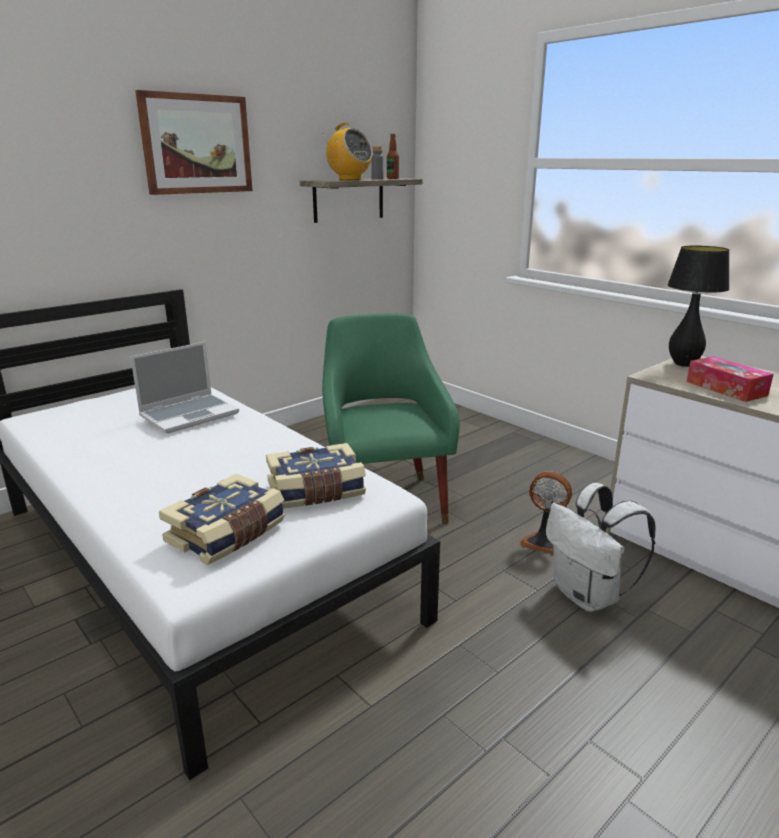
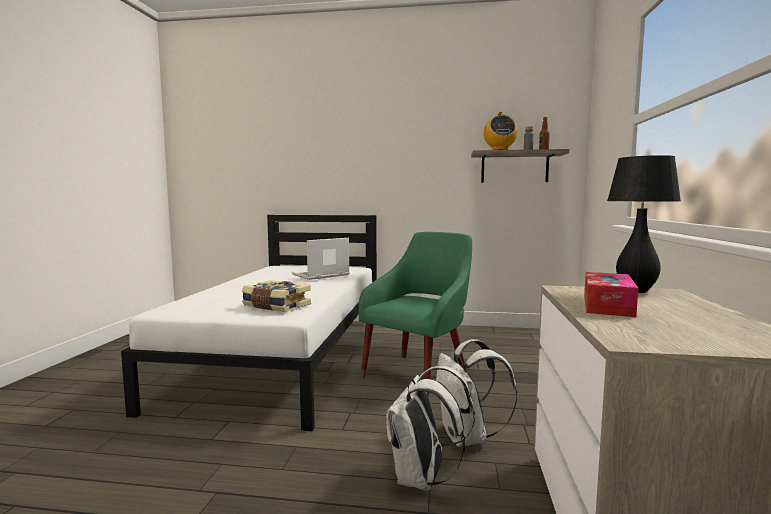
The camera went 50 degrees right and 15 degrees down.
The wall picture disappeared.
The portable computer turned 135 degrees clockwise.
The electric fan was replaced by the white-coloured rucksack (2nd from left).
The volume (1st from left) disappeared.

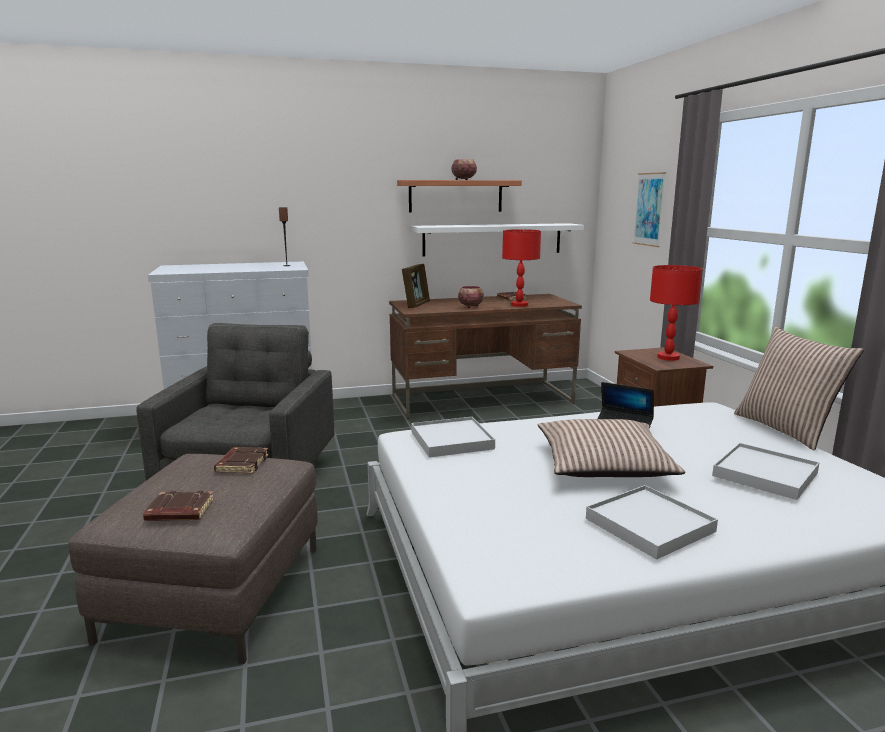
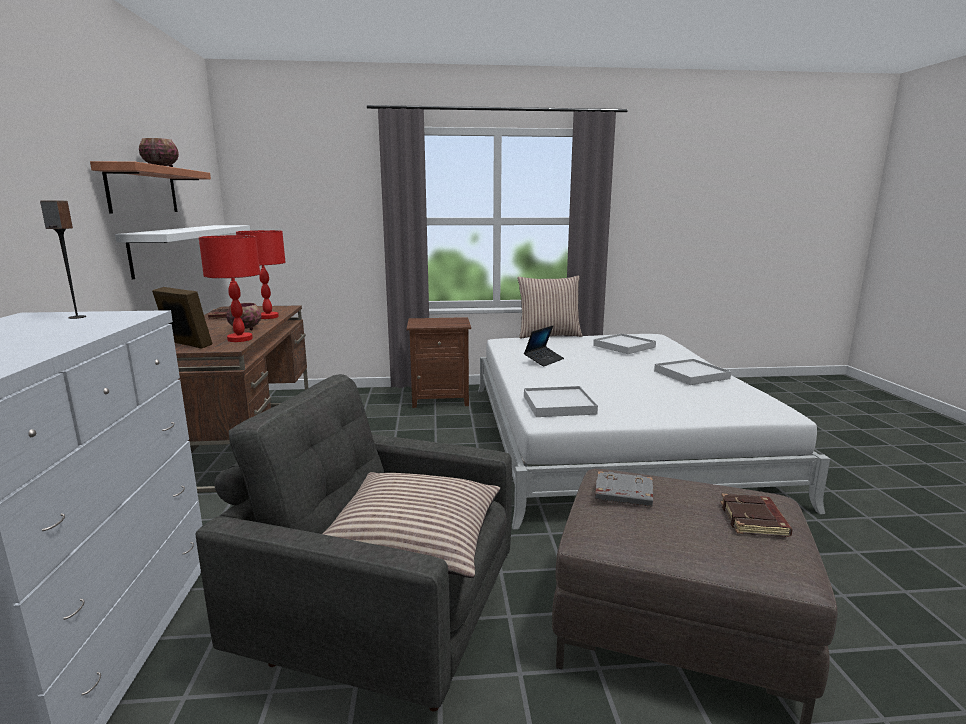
The camera went 80 degrees left and 0 degrees up.
The wall picture disappeared.
The red table lamp (2nd from left in the first image) moved.
The pillow (1st from left) moved.
The brown-coloured volume (2nd from left) became the gray volume.

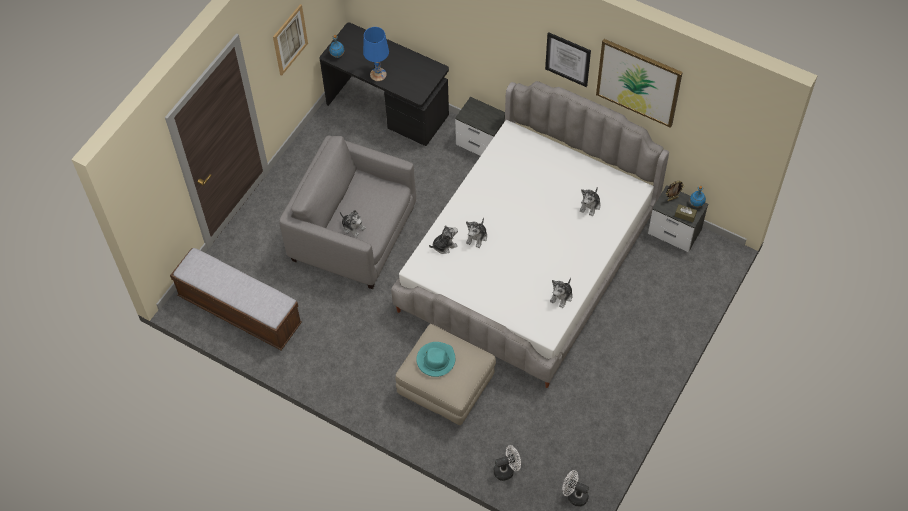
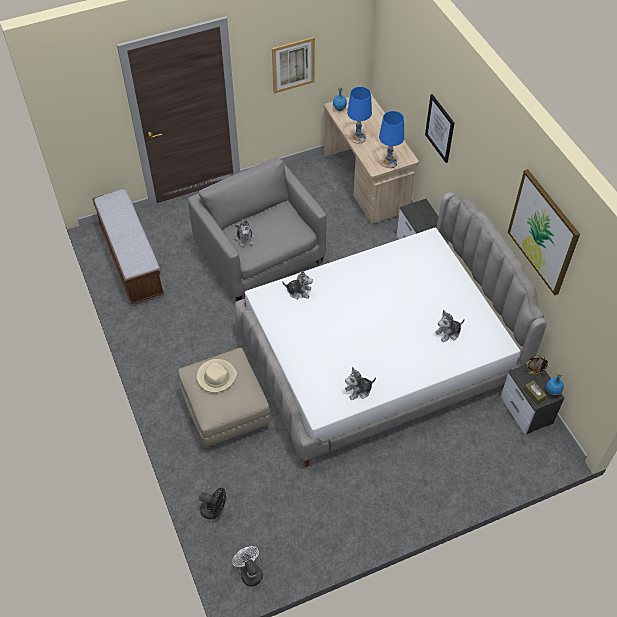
The camera went 35 degrees right and 5 degrees down.
The black-coloured desk unit became the beige desk unit.
The wall picture (2nd from left) moved.
The soft toy (3rd from left) disappeared.
The blue-green clothing hat became the beige clothing hat.
The white-coloured electric fan (1st from left) became the black-coloured electric fan.
The blue-coloured table lamp (2nd from left) appeared.

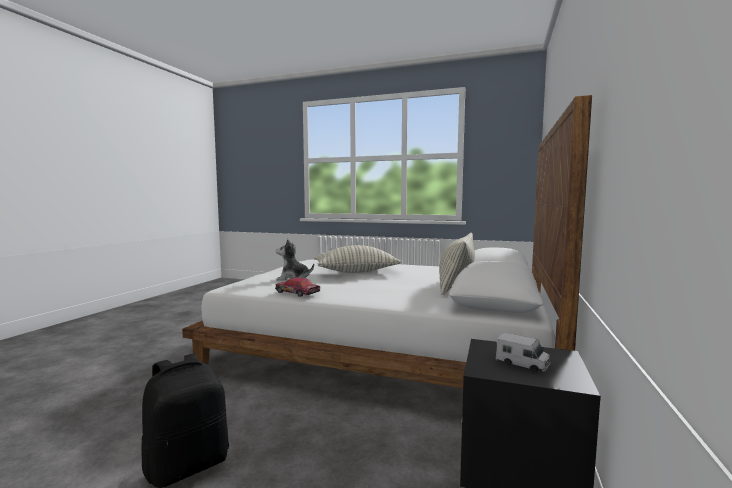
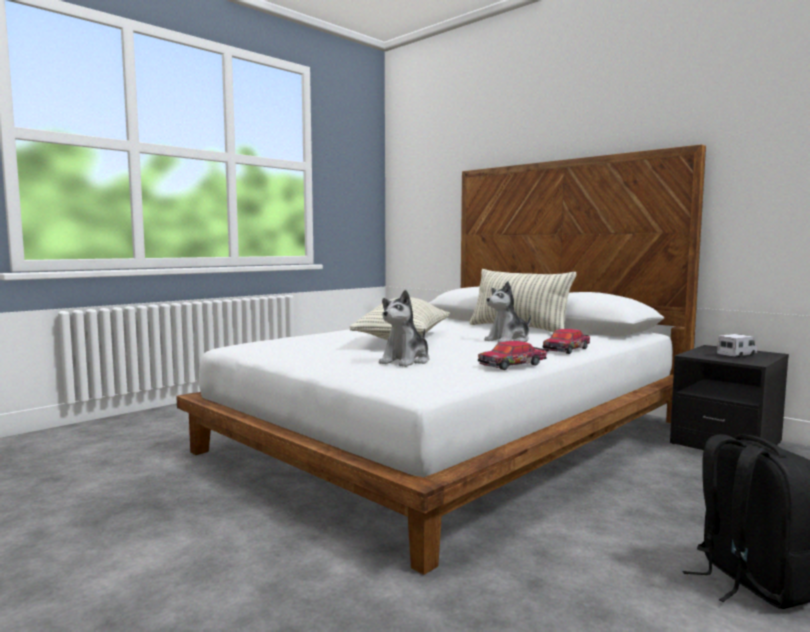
The camera went 65 degrees left and 0 degrees up.
The soft toy (2nd from left) appeared.
The toy car (2nd from left) appeared.

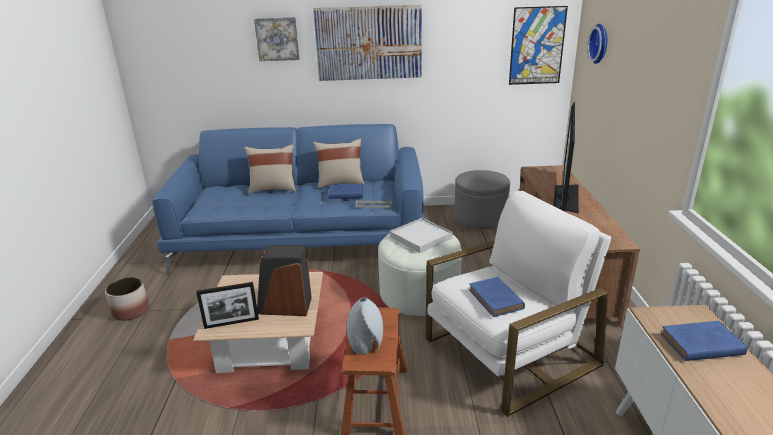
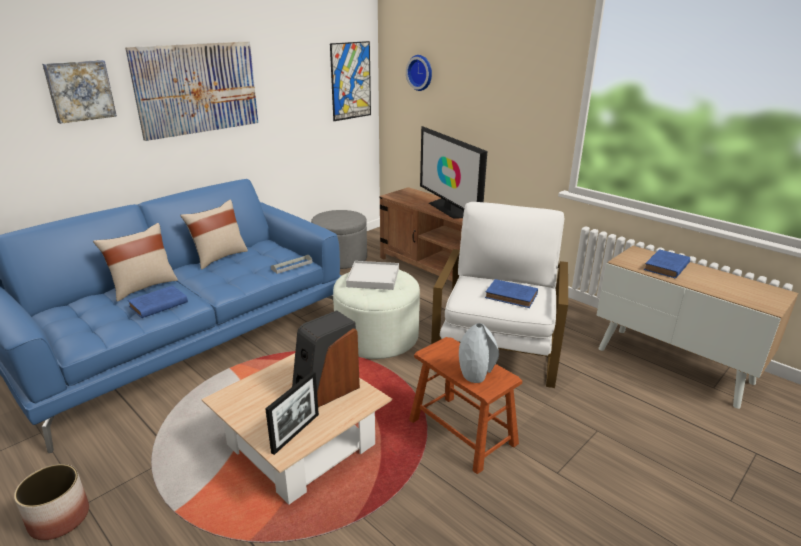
The camera went 45 degrees left and 0 degrees up.
The blue-coloured volume (1st from left) moved.

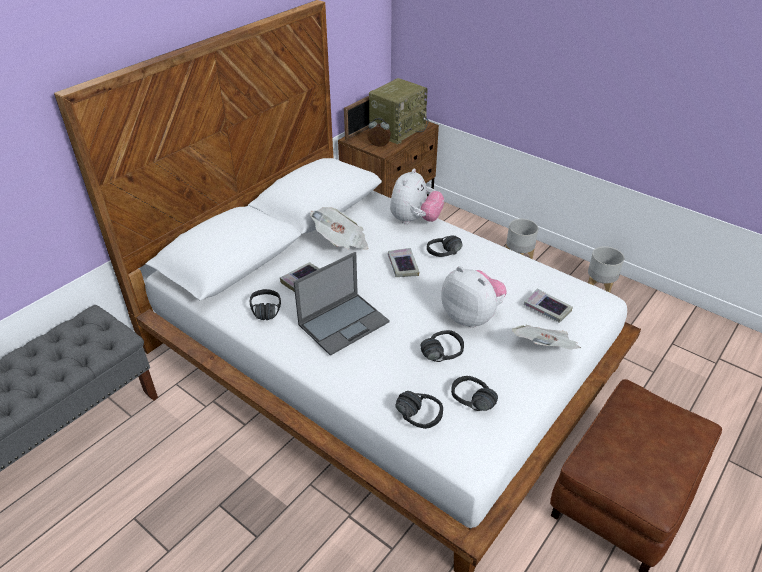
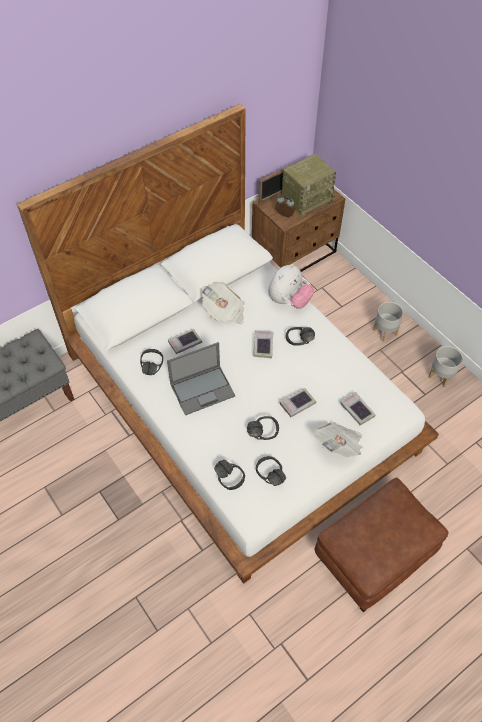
The camera went 15 degrees right and 15 degrees up.
The soft toy (2nd from left) was replaced by the volume (3rd from left).

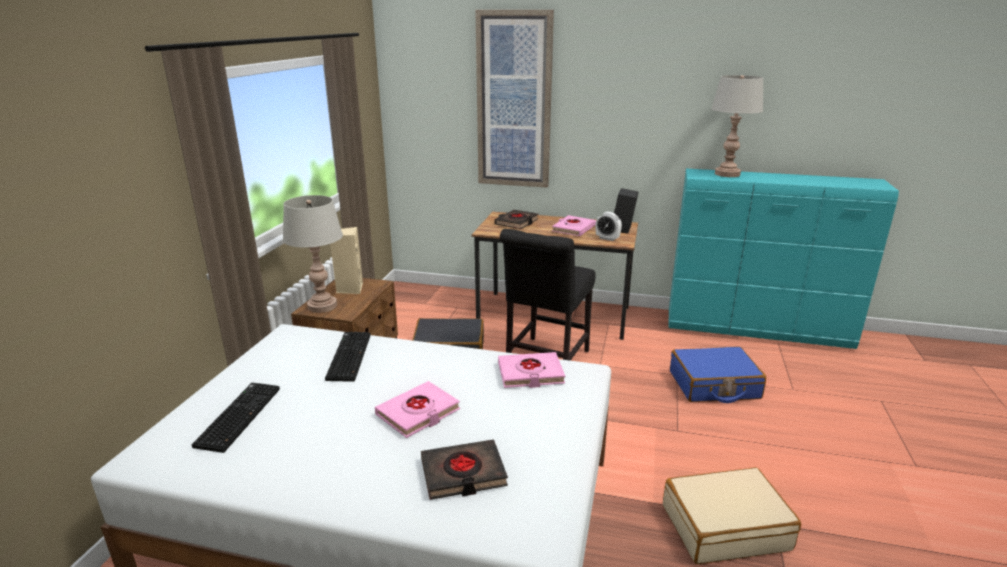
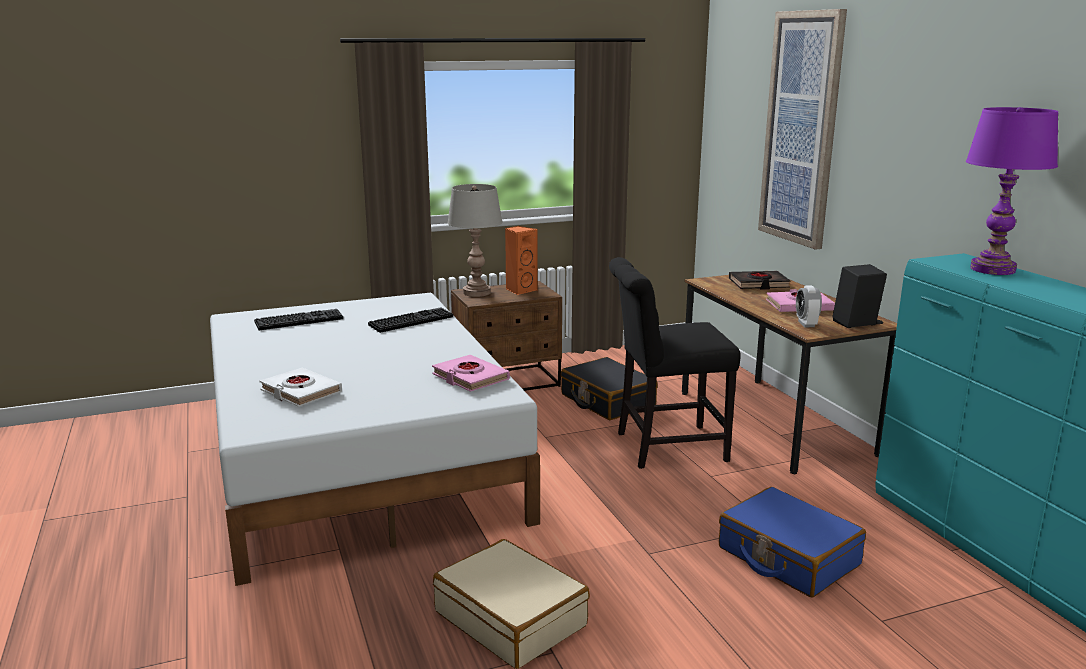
The camera went 55 degrees right and 5 degrees down.
The gray table lamp (2nd from left) became the purplish table lamp.
The beige loudspeaker became the orange loudspeaker.
The pink-coloured volume (1st from left) disappeared.
The black-coloured volume (1st from left) became the white-coloured volume.

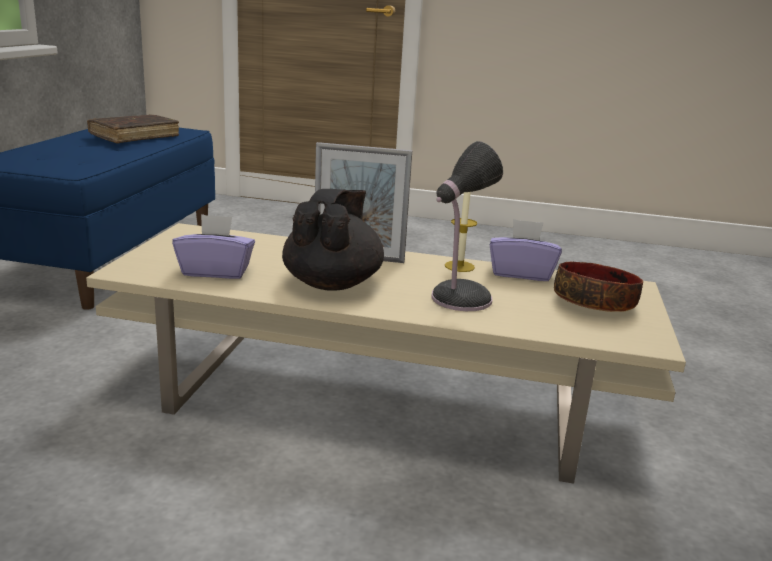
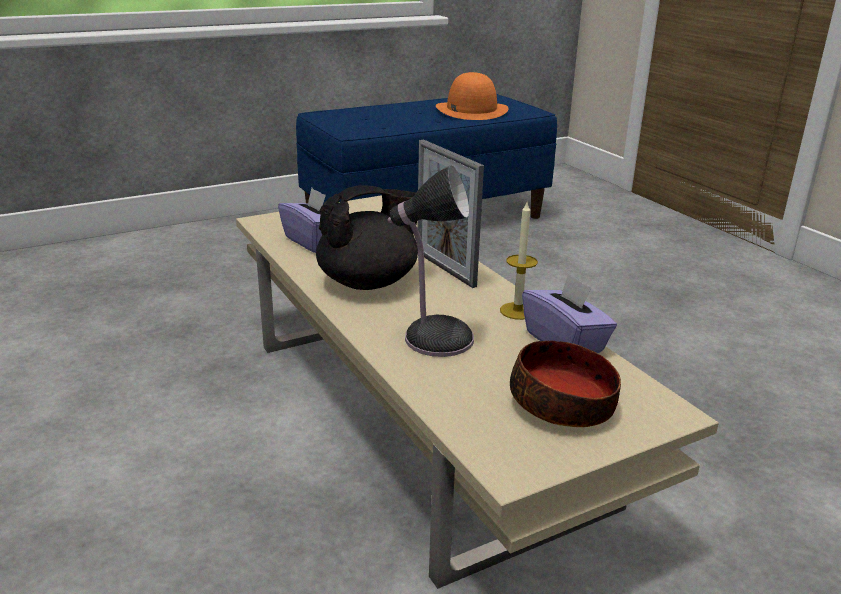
The camera went 50 degrees right and 5 degrees up.
The brown-coloured volume was replaced by the orange clothing hat.

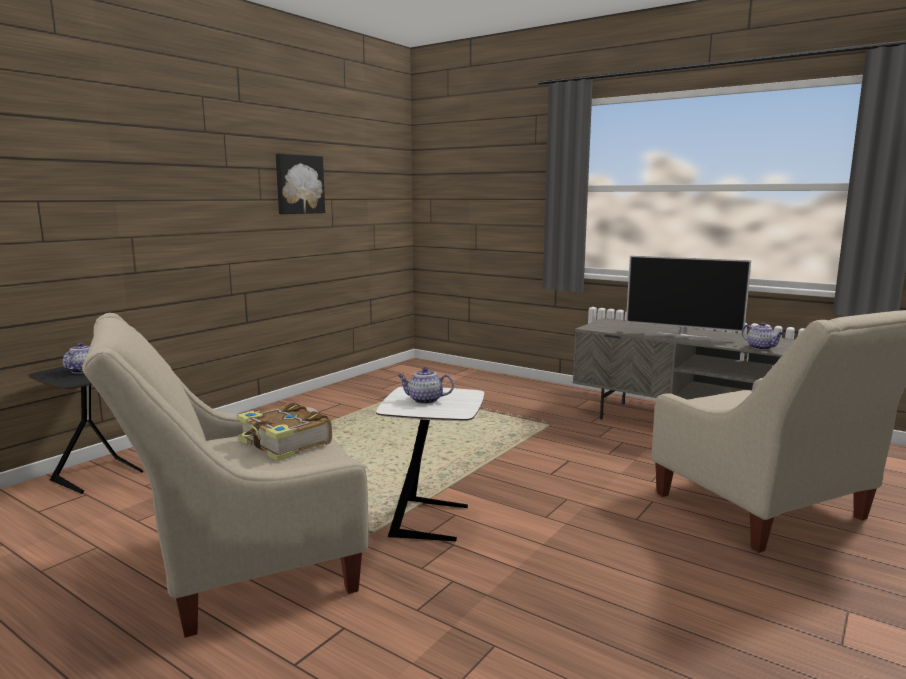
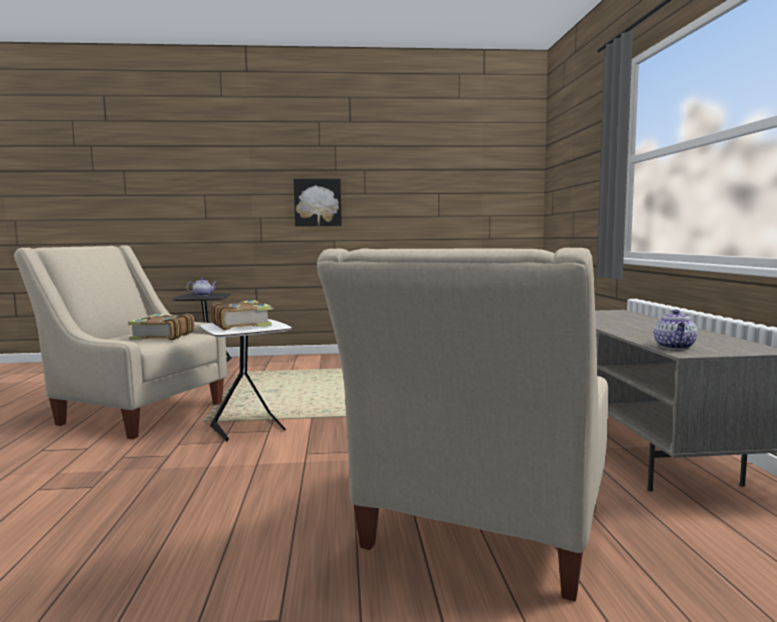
The camera went 50 degrees right and 5 degrees down.
The wall picture moved.
The TV disappeared.
The pot for tea (2nd from left) was replaced by the volume (2nd from left).

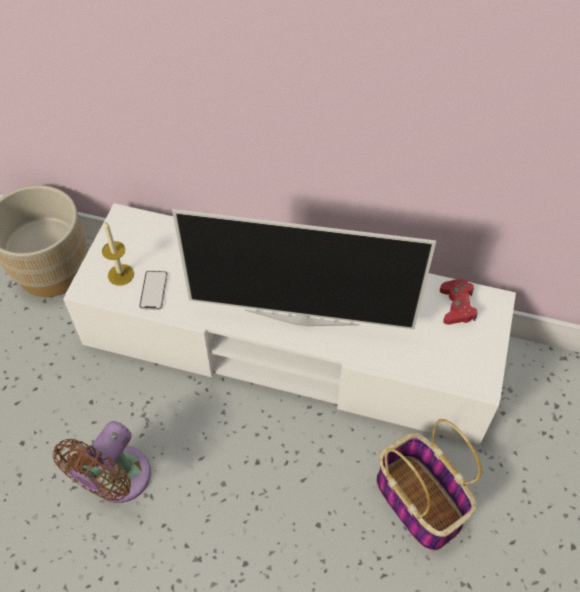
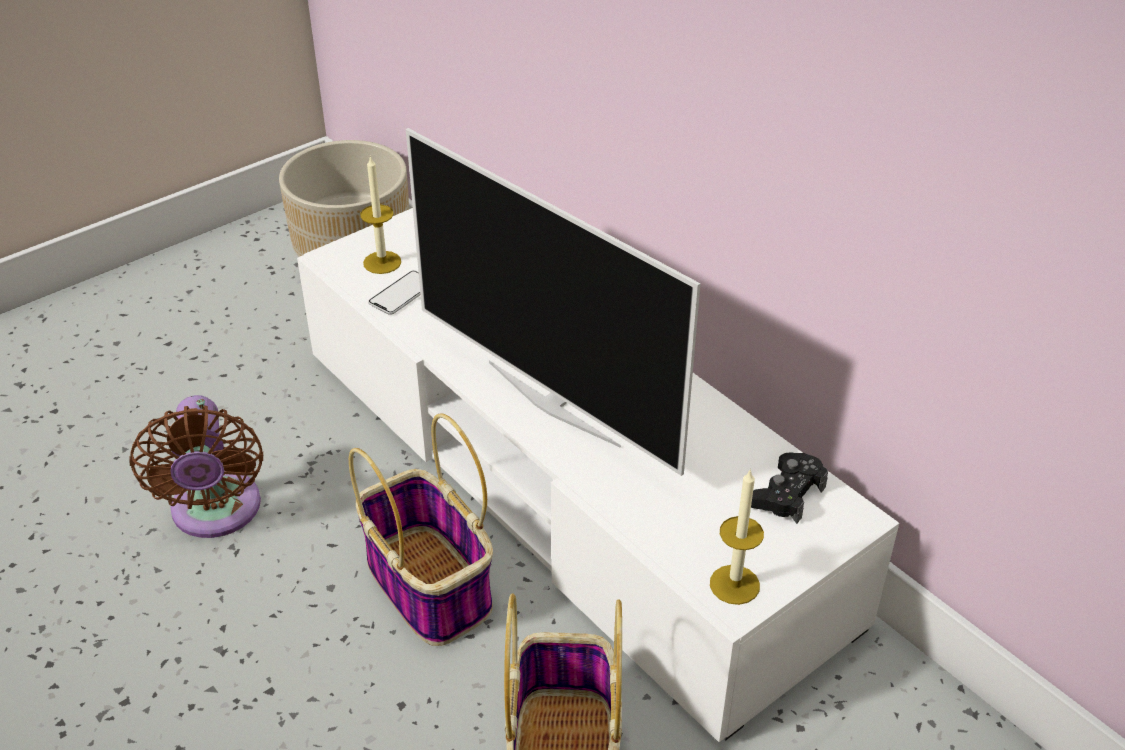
The camera went 35 degrees right and 15 degrees down.
The red joypad became the black-coloured joypad.
The brown-coloured electric fan turned 75 degrees counterclockwise.
The household basket (1st from left) appeared.
The wax light (2nd from left) appeared.

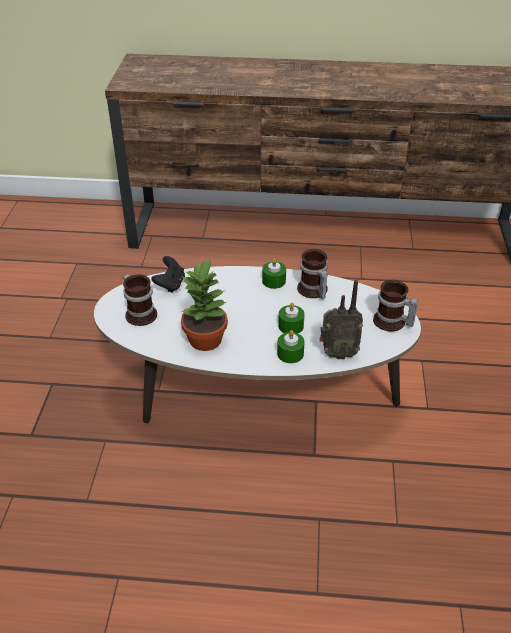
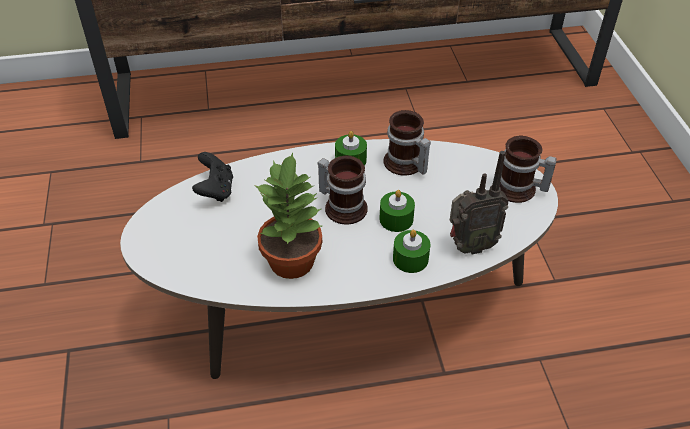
The camera went 15 degrees left and 5 degrees up.
The tea mug (1st from left) moved.

